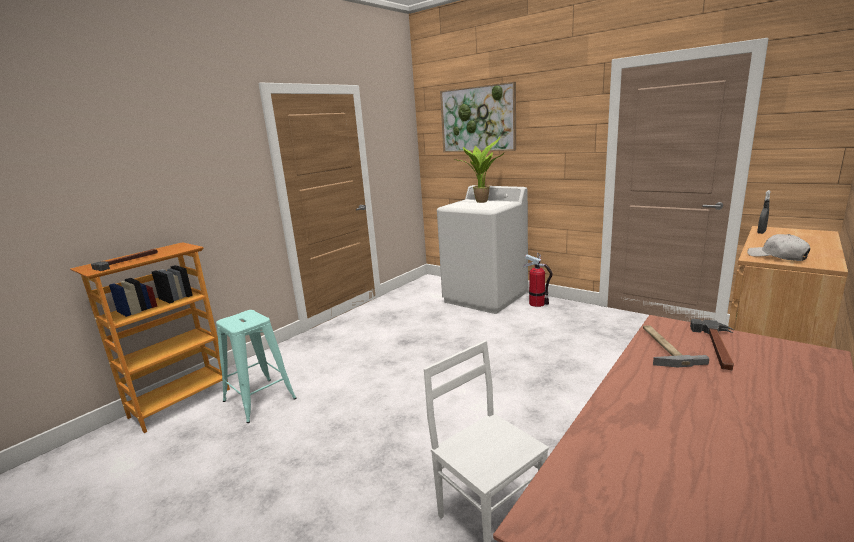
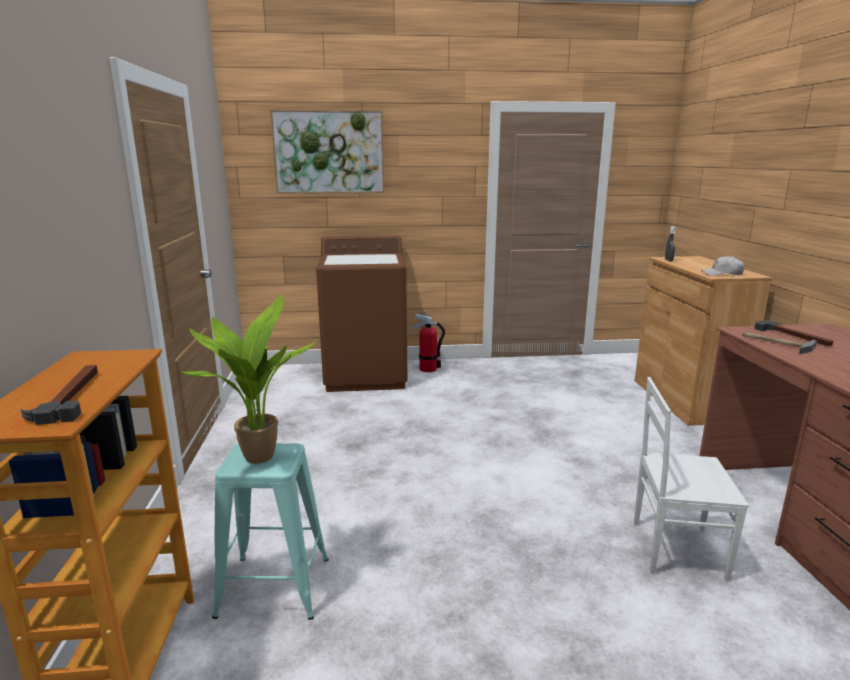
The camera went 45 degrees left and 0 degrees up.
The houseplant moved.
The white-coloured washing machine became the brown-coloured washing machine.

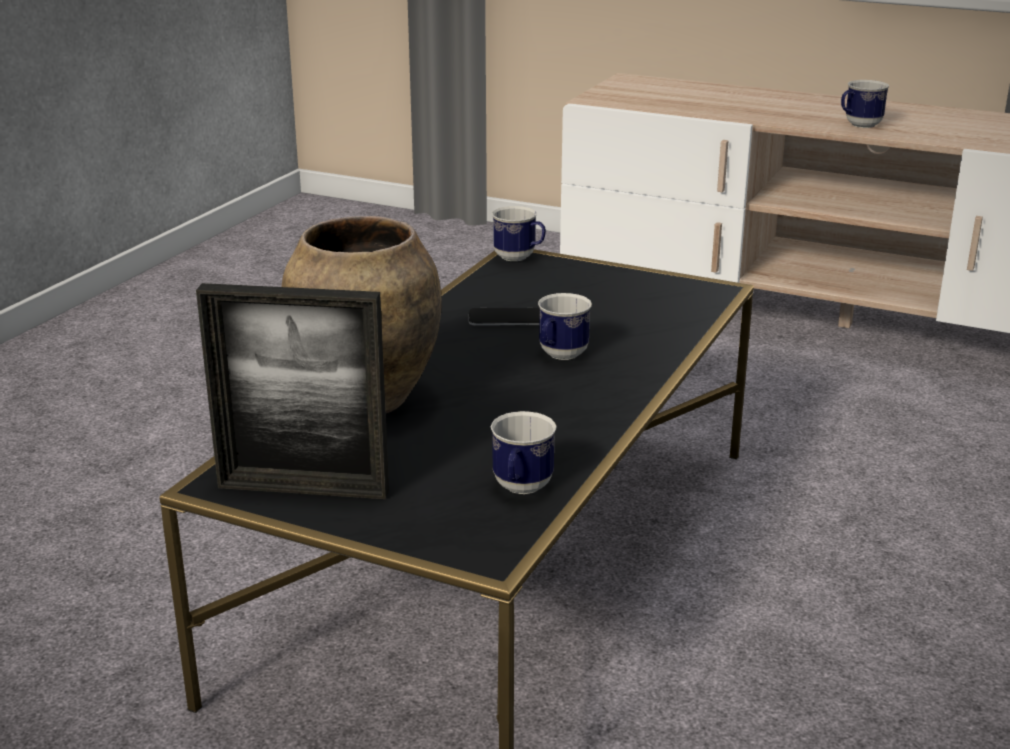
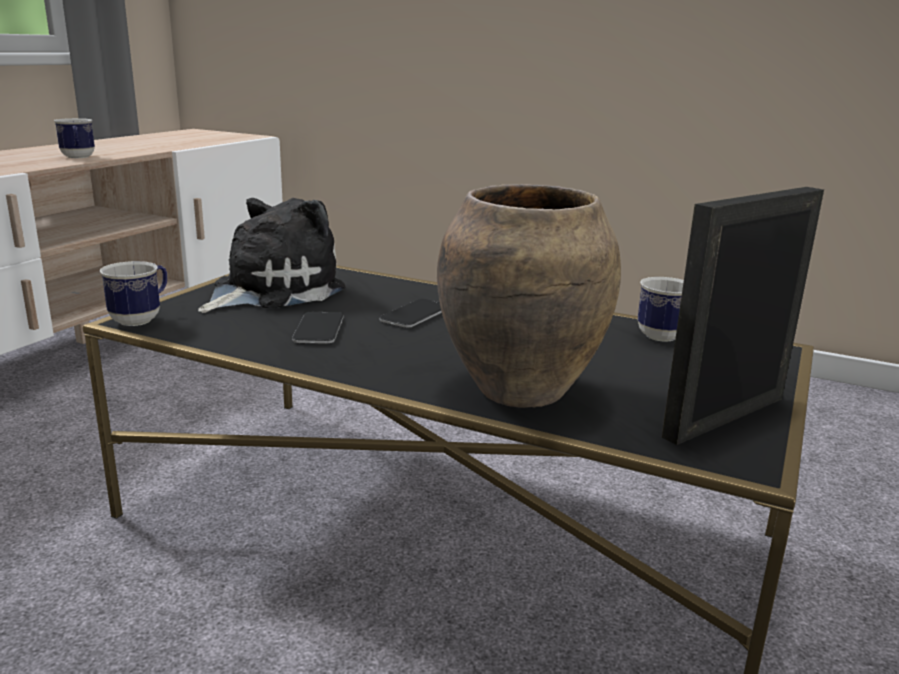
The camera went 90 degrees left and 5 degrees down.
The photo frame turned 135 degrees counterclockwise.
The tea mug (3rd from left) was replaced by the handset (2nd from left).
The soft toy appeared.

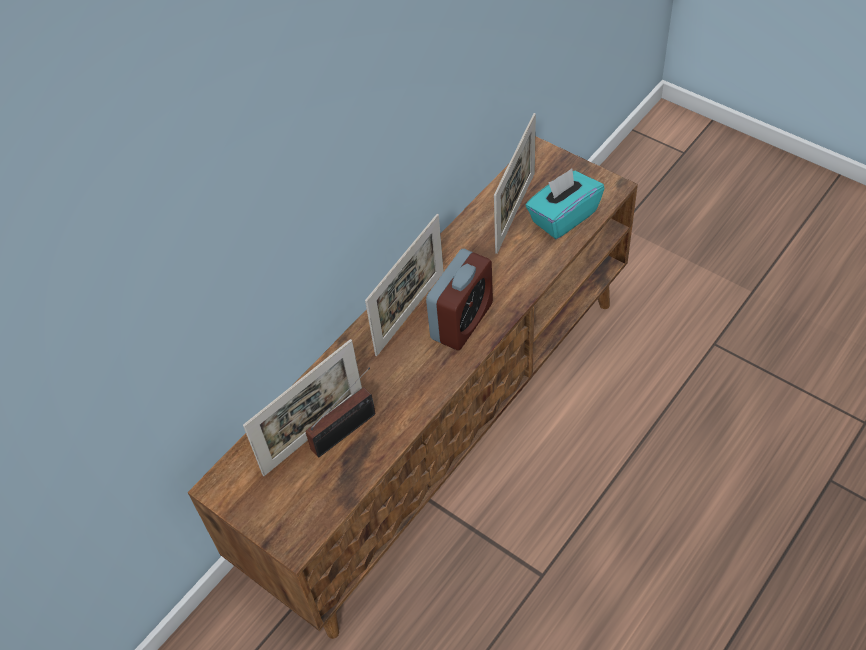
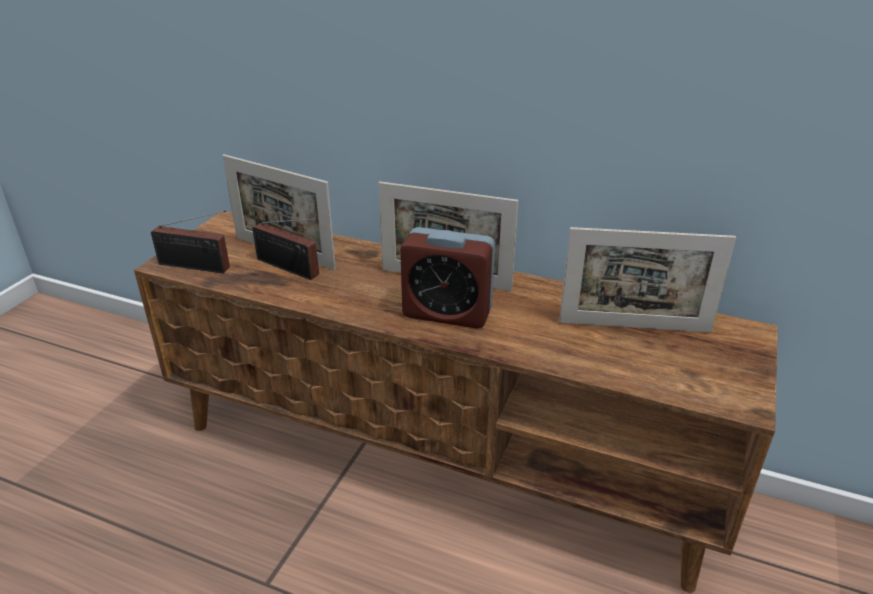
The camera went 70 degrees right and 20 degrees down.
The blue-green box of tissues disappeared.
The radio receiver (1st from left) appeared.

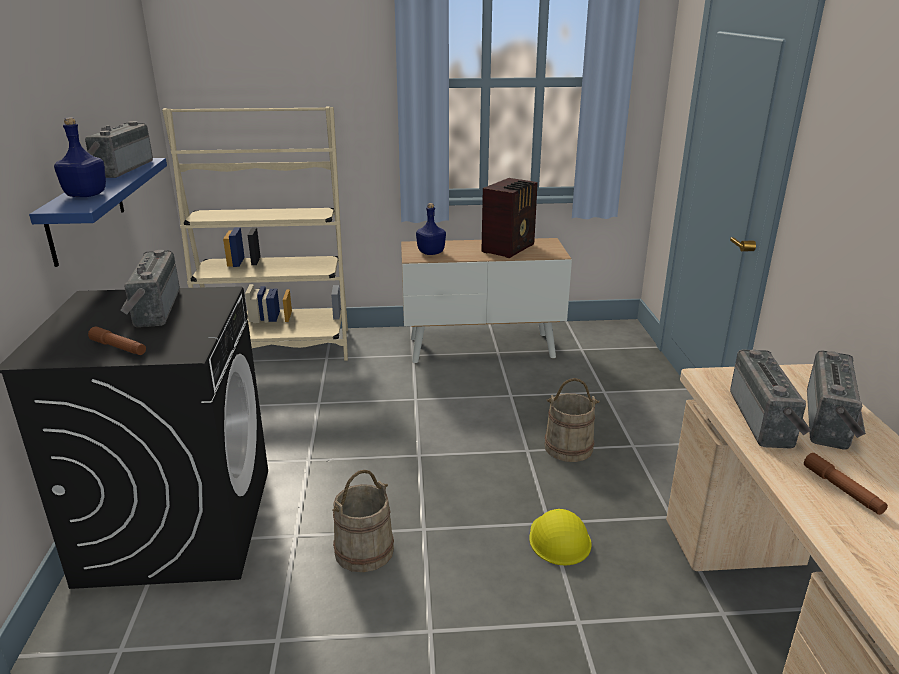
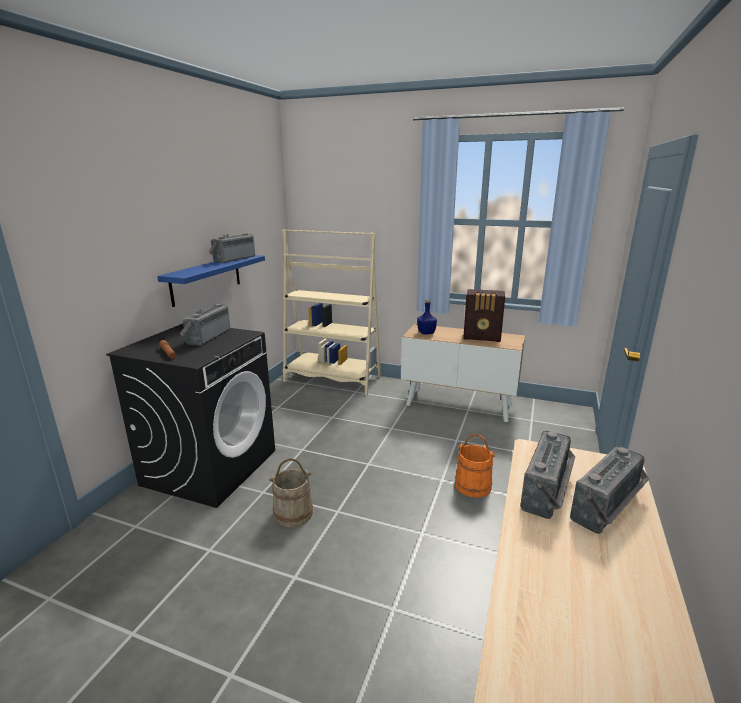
The camera went 25 degrees right and 5 degrees down.
The blue-coloured beverage bottle (1st from left) disappeared.
The radio receiver (3rd from left) turned 45 degrees clockwise.
The beige water bucket (2nd from left) became the orange water bucket.
The brown-coloured hand torch (2nd from left) disappeared.
The yellow work helmet disappeared.

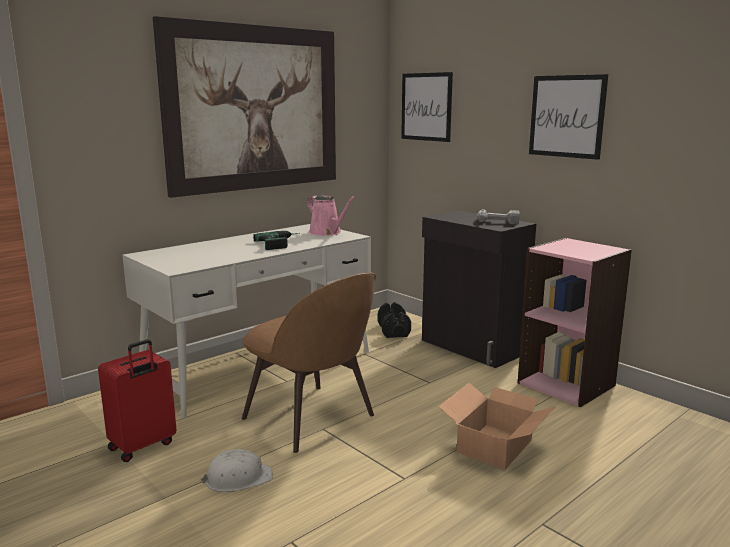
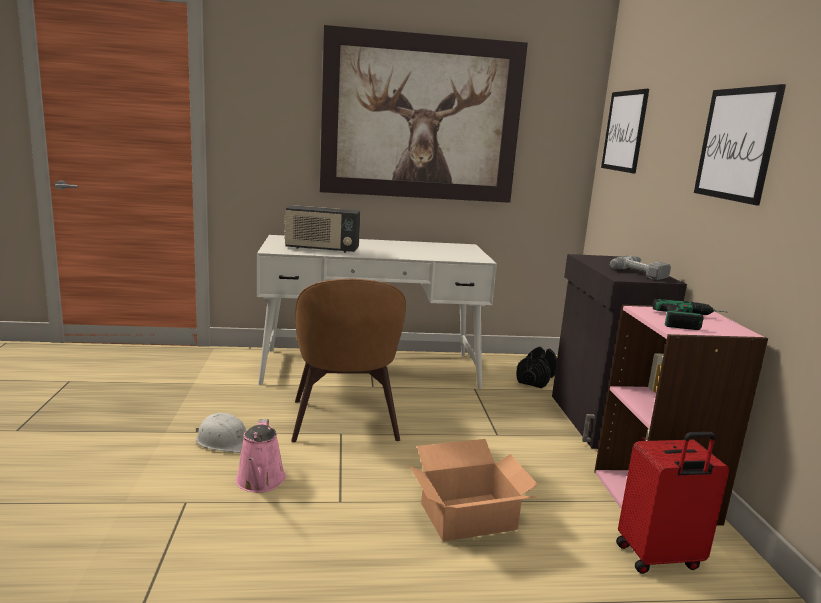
The camera went 35 degrees right and 0 degrees up.
The pink-coloured watering pot moved.
The electric drill (1st from left in the first image) moved.
The red piece of luggage moved.
The radio receiver appeared.

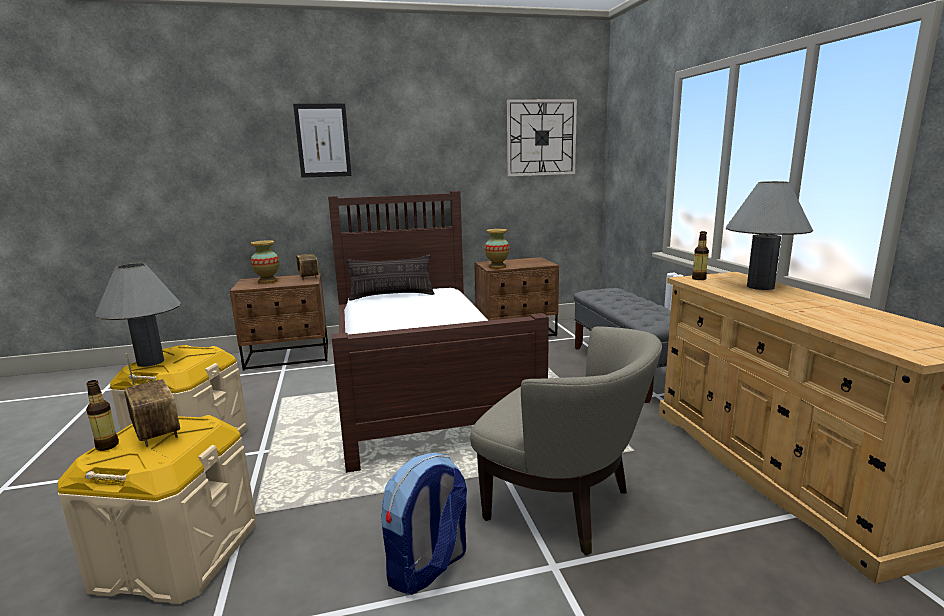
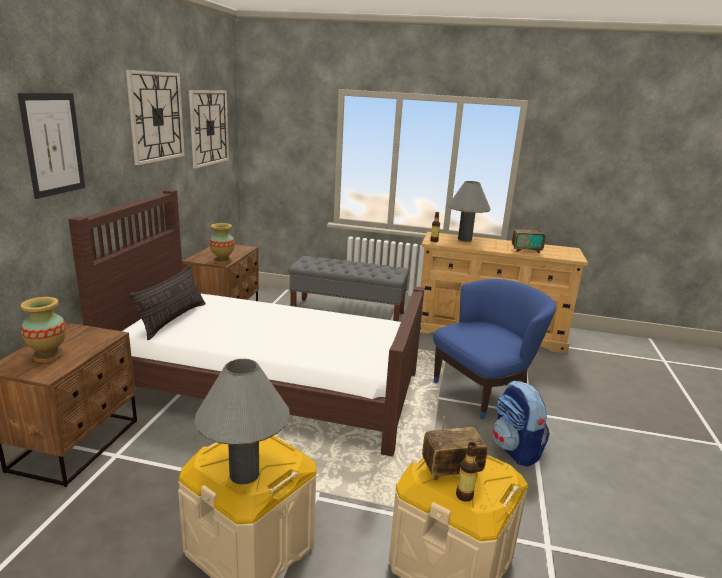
The camera went 65 degrees left and 5 degrees up.
The radio receiver (2nd from left) moved.
The beige armchair became the blue-coloured armchair.
The hanging clock (1st from left) appeared.

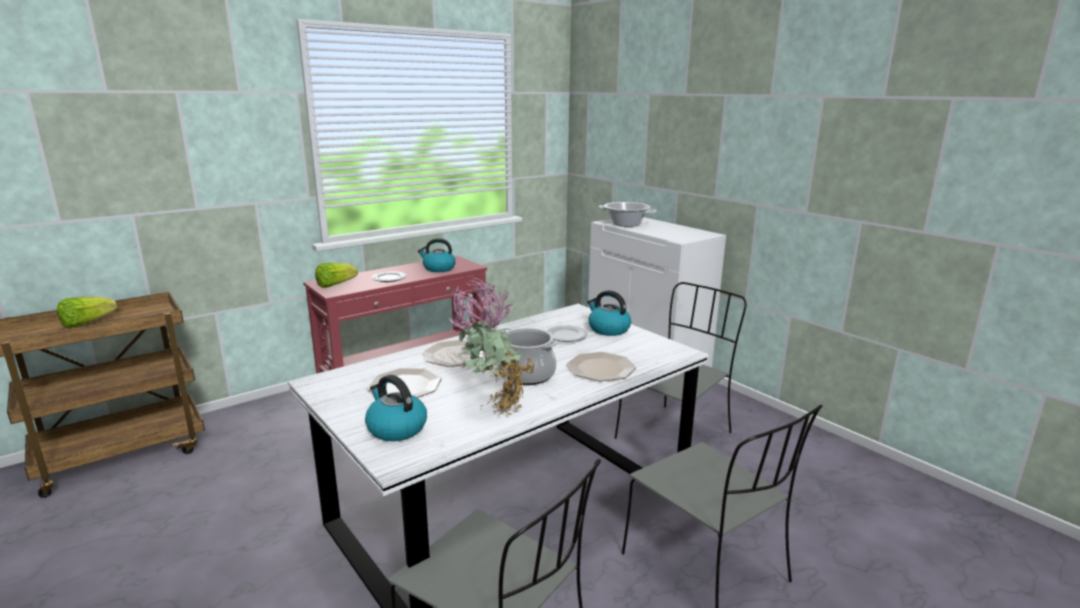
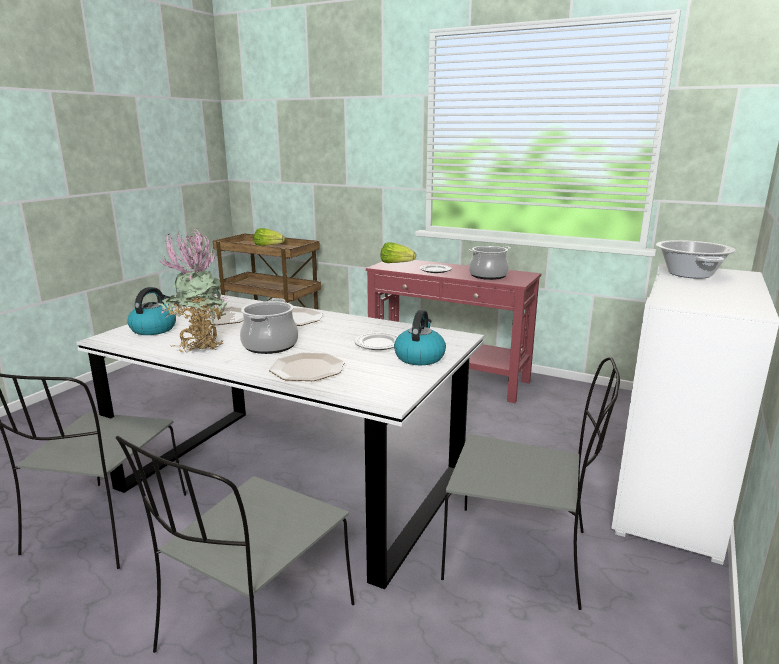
The camera went 65 degrees right and 0 degrees up.
The tea kettle (2nd from left) was replaced by the cooking pot (2nd from left).

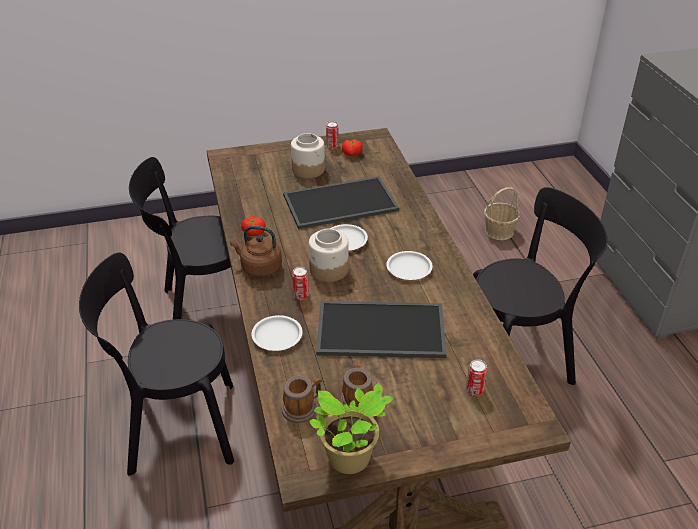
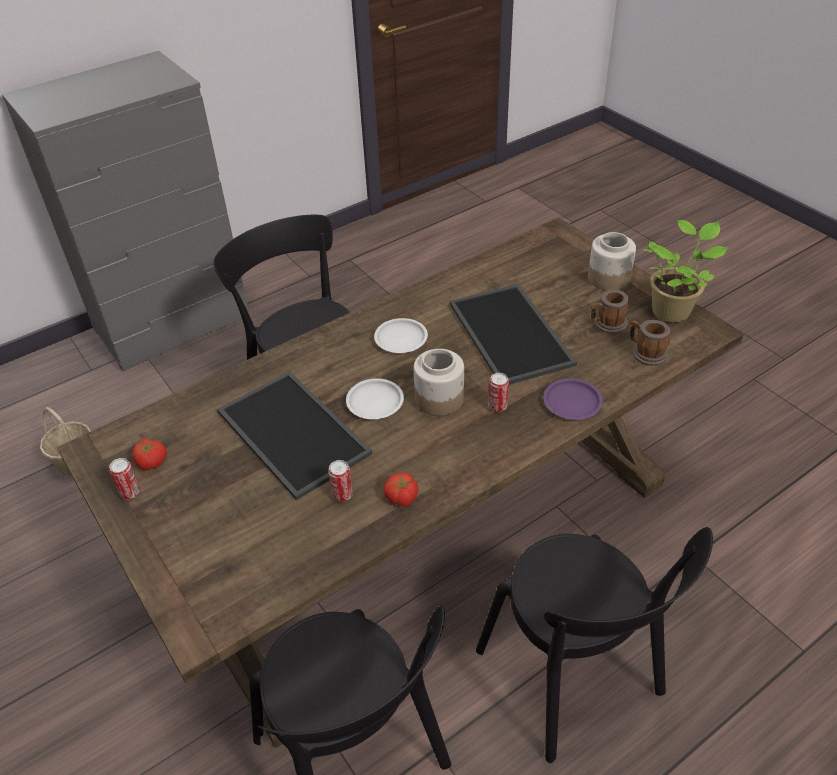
The camera went 110 degrees left and 5 degrees up.
The jar (1st from left in the first image) moved.
The brown-coloured tea kettle disappeared.
The white-coloured dinner plate (1st from left) became the purplish dinner plate.
The can (3rd from left in the first image) moved.

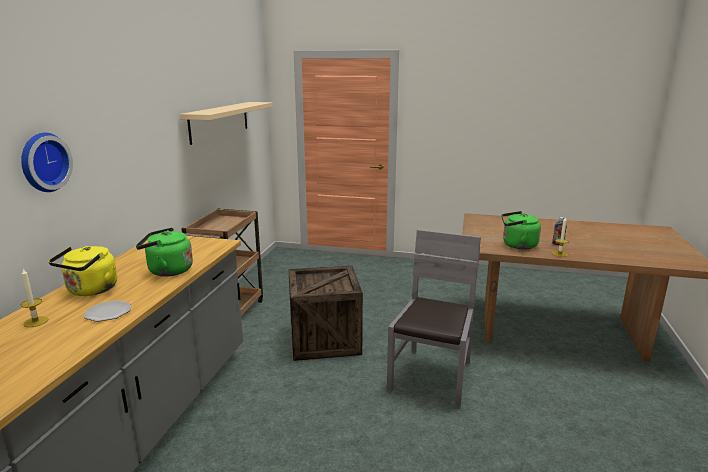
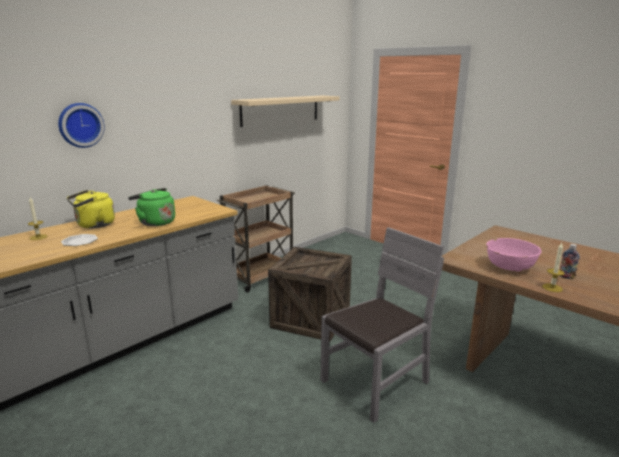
The camera went 30 degrees right and 0 degrees up.
The green tea kettle (2nd from left) was replaced by the pink-coloured serving bowl.

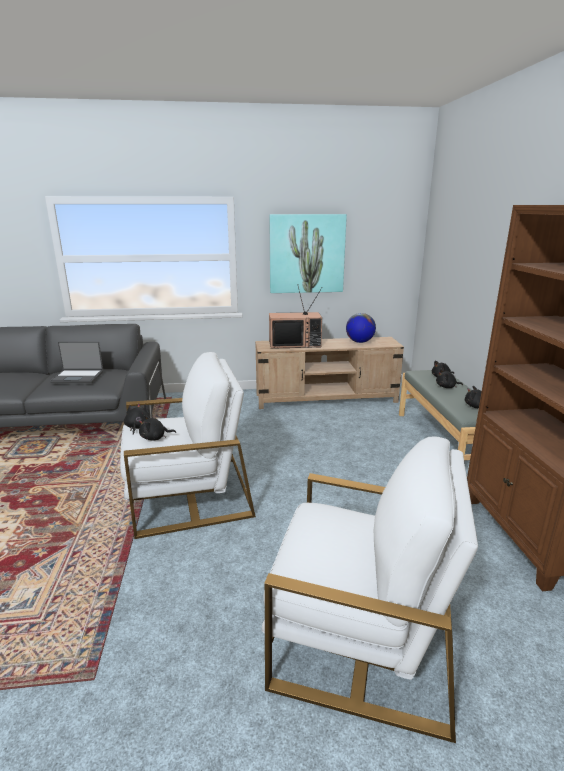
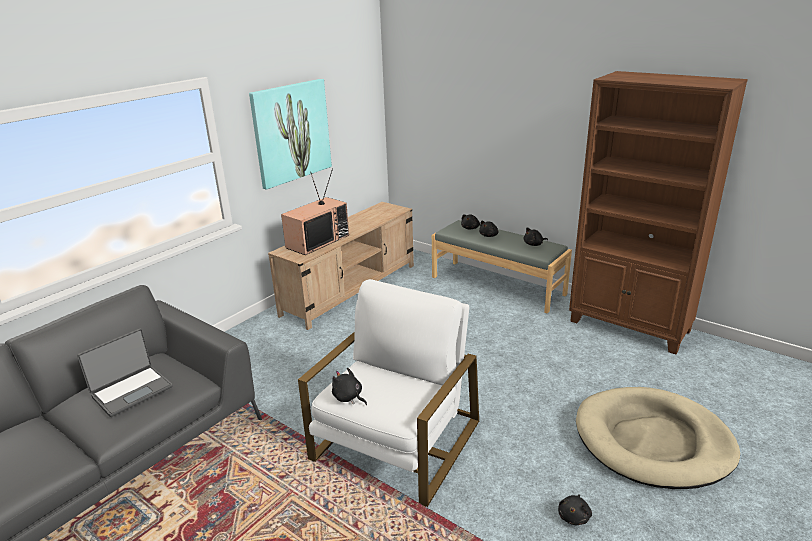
The camera went 45 degrees left and 5 degrees up.
The desk globe disappeared.
The black-coloured soft toy (2nd from left in the first image) moved.
The white-coloured armchair (2nd from left) was replaced by the beige dog bed.

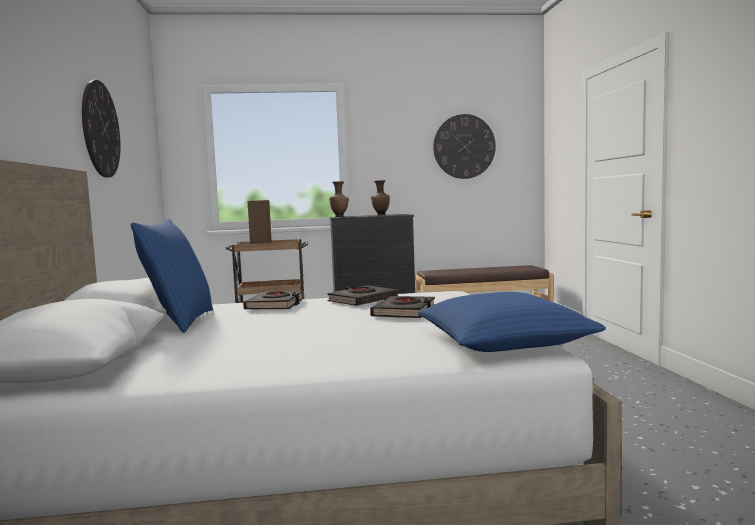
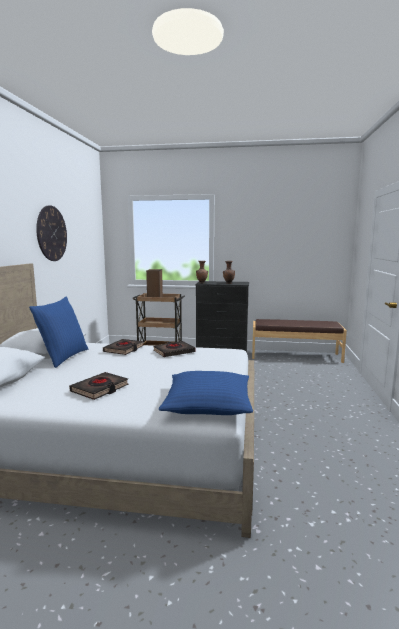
The camera went 15 degrees right and 5 degrees up.
The hanging clock (2nd from left) disappeared.
The black-coloured volume (3rd from left in the first image) moved.

